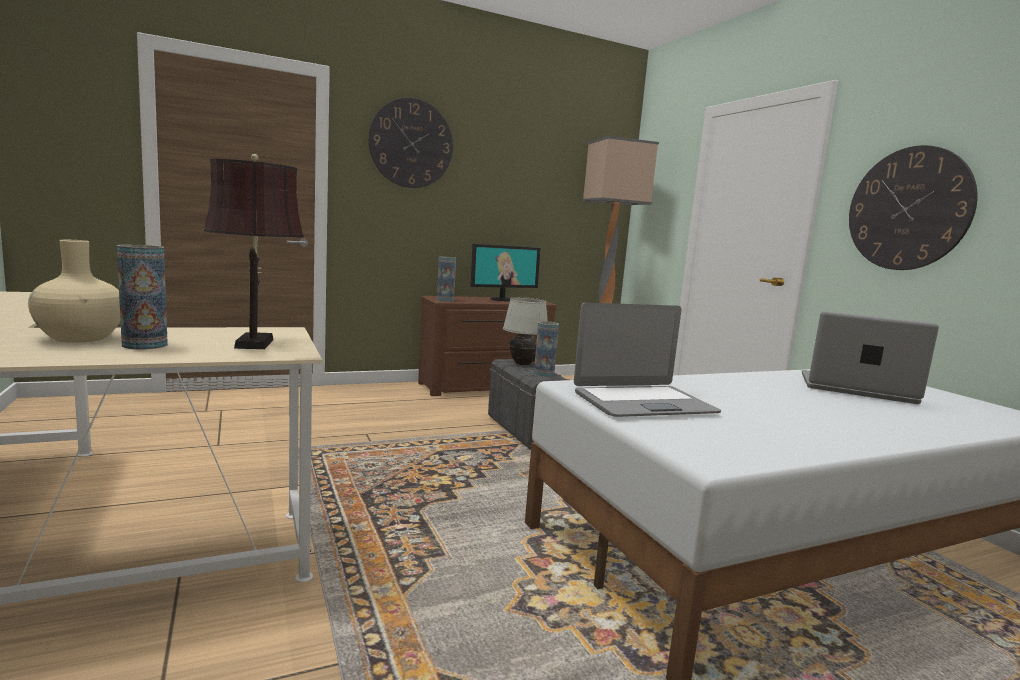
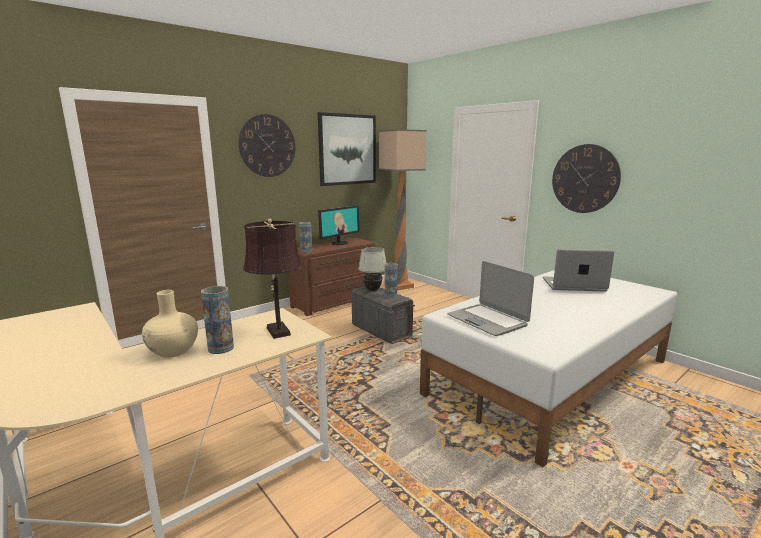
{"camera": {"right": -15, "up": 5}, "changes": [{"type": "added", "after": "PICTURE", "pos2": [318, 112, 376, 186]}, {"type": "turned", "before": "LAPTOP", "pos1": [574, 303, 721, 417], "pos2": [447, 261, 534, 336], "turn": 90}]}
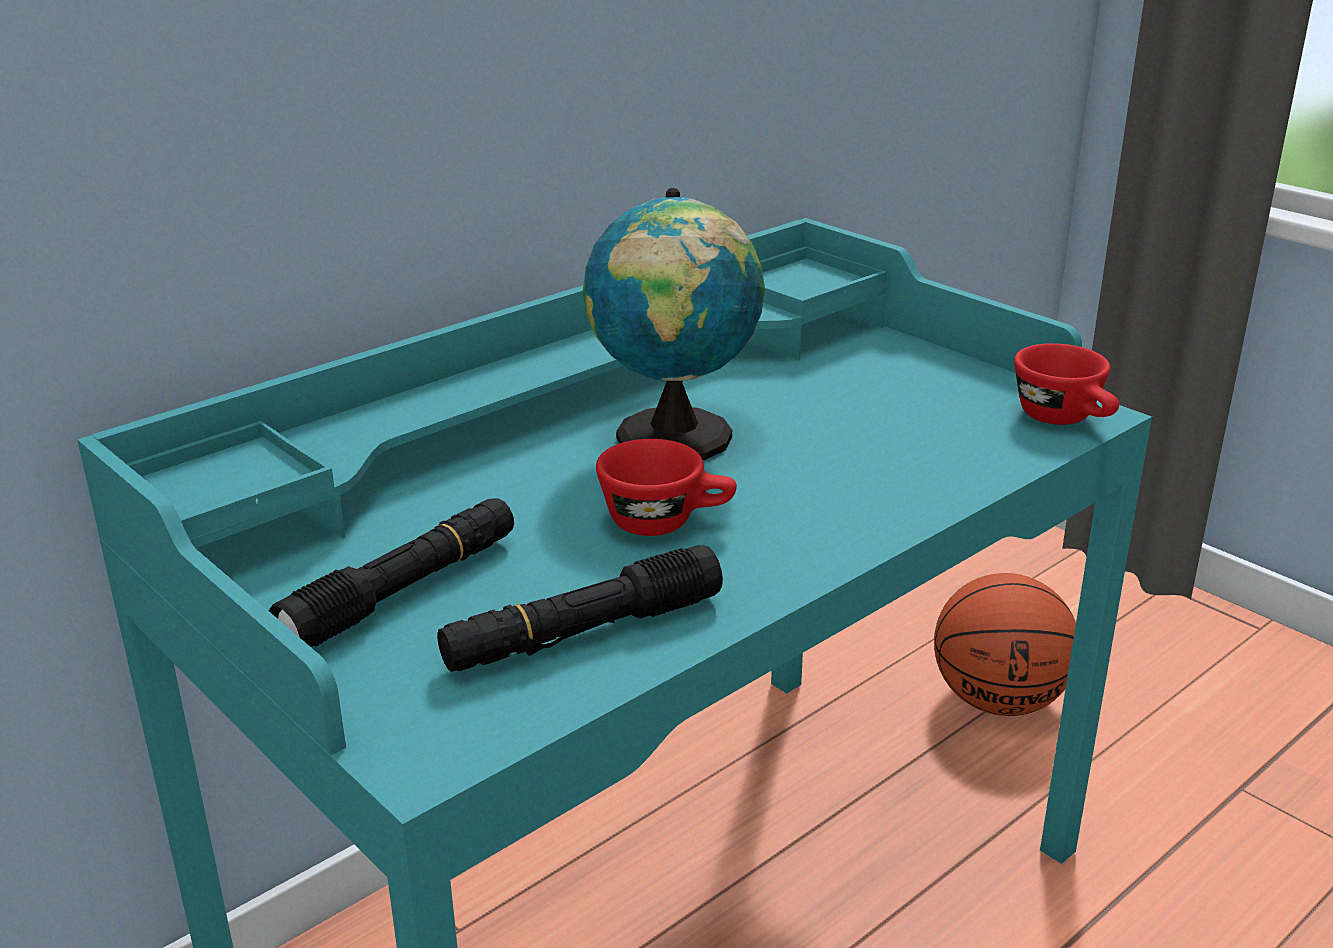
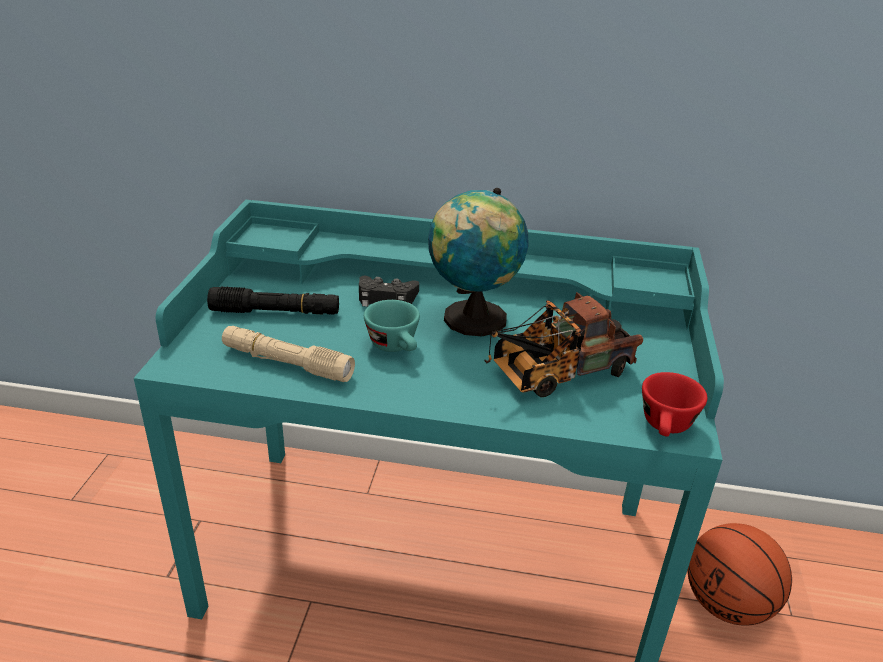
{"camera": {"right": 50, "up": 5}, "changes": [{"type": "recoloured", "before": "BLACK FLASHLIGHT", "after": "BEIGE FLASHLIGHT", "pos1": [437, 545, 723, 672], "pos2": [222, 326, 355, 382]}, {"type": "added", "after": "BLACK GAME CONTROLLER", "pos2": [359, 276, 419, 307]}, {"type": "recoloured", "before": "RED CUP", "after": "TURQUOISE CUP", "pos1": [596, 439, 737, 536], "pos2": [364, 300, 420, 352]}, {"type": "added", "after": "TOY TRUCK", "pos2": [485, 292, 643, 397]}]}
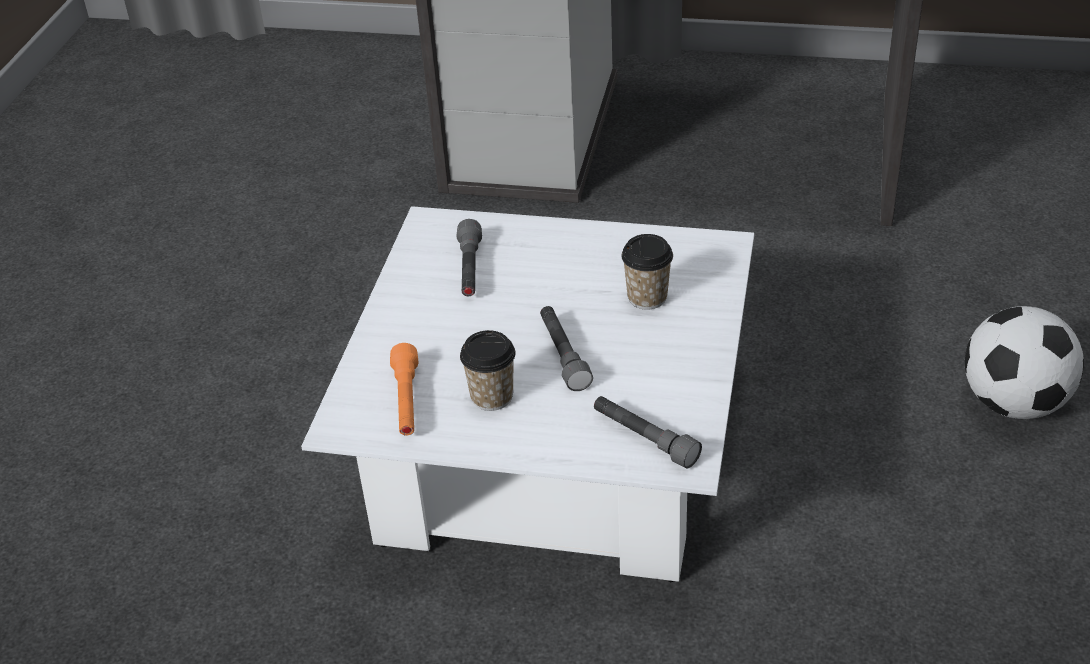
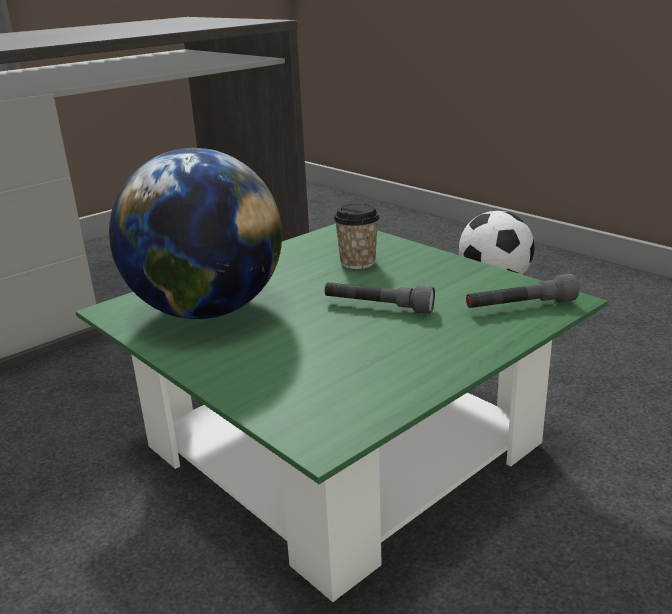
{"camera": {"right": -55, "up": -15}, "changes": [{"type": "recoloured", "before": "WHITE COFFEE TABLE", "after": "GREEN COFFEE TABLE", "pos1": [301, 206, 754, 582], "pos2": [75, 223, 608, 602]}, {"type": "replaced", "before": "GREY FLASHLIGHT", "after": "GLOBE", "pos1": [456, 219, 482, 296], "pos2": [109, 148, 282, 319]}, {"type": "removed", "before": "ORANGE FLASHLIGHT", "pos1": [390, 343, 418, 436]}, {"type": "removed", "before": "CUP", "pos1": [460, 330, 516, 411]}]}
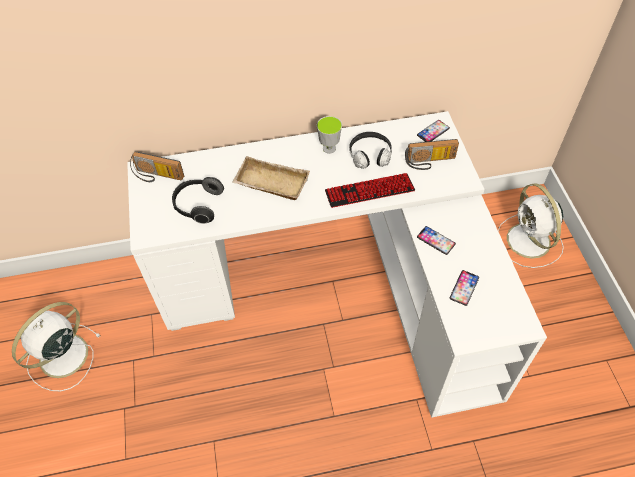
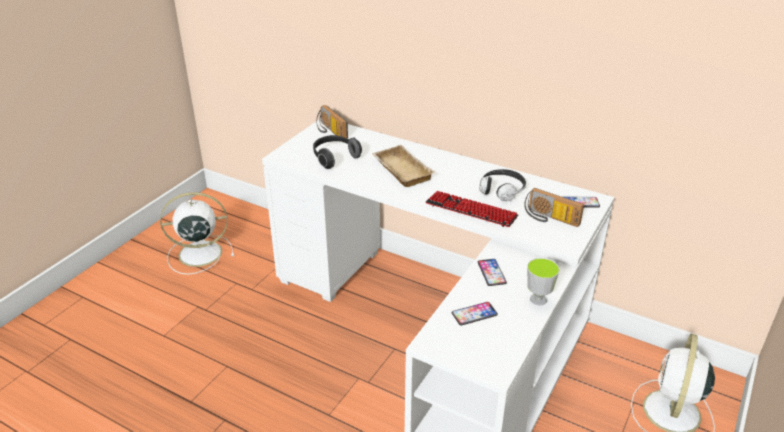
{"camera": {"right": 40, "up": -20}, "changes": [{"type": "moved", "before": "CUP", "pos1": [317, 116, 342, 154], "pos2": [527, 258, 560, 305]}]}
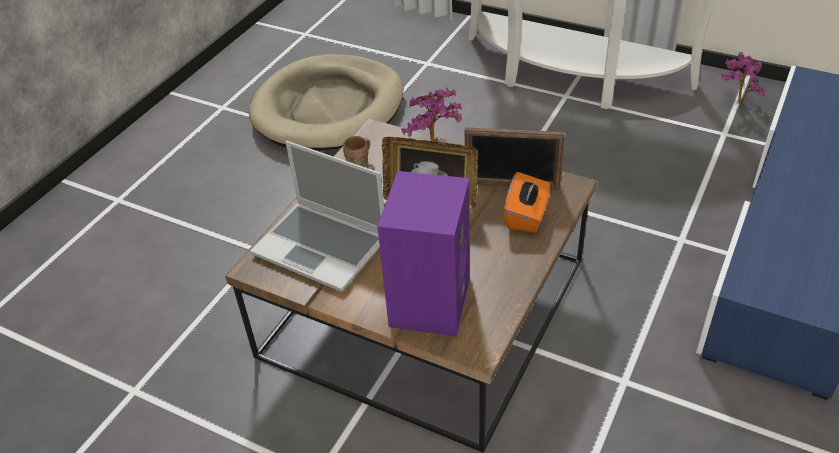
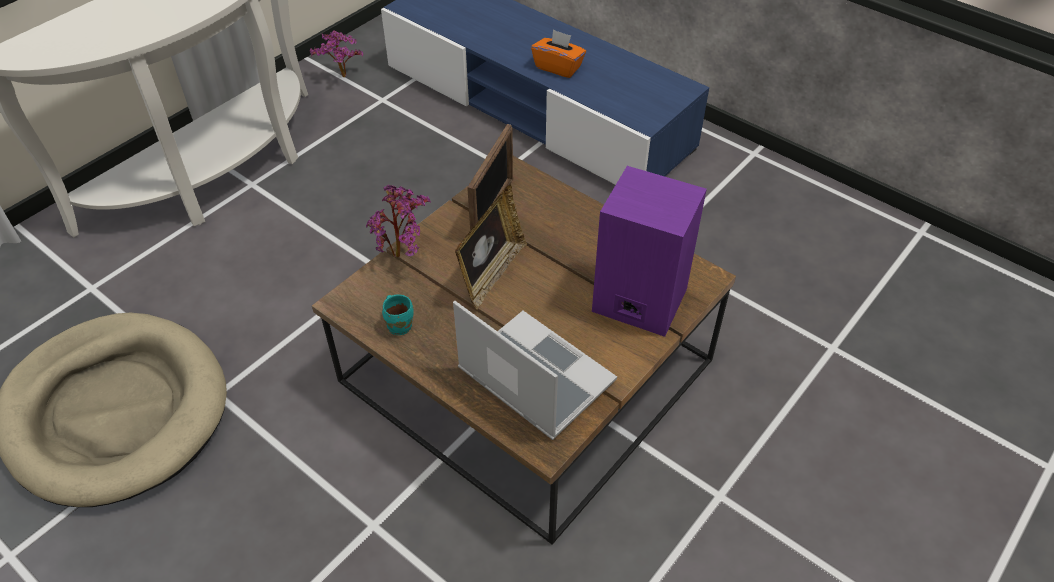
{"camera": {"right": -80, "up": 5}, "changes": [{"type": "recoloured", "before": "BROWN MUG", "after": "TURQUOISE MUG", "pos1": [343, 136, 370, 167], "pos2": [382, 294, 414, 335]}, {"type": "turned", "before": "LAPTOP", "pos1": [250, 141, 384, 292], "pos2": [453, 300, 617, 440], "turn": -90}, {"type": "moved", "before": "ORANGE TISSUE BOX", "pos1": [504, 172, 550, 233], "pos2": [531, 29, 586, 78]}]}
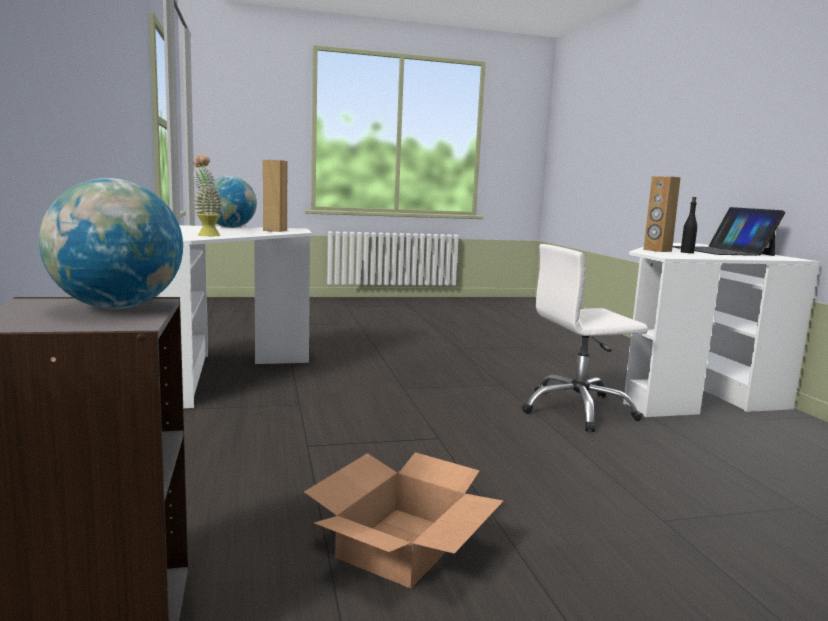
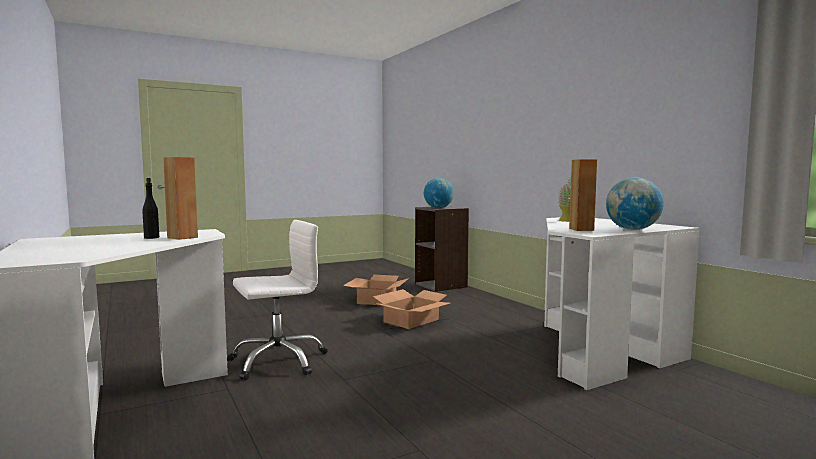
{"camera": {"right": 165, "up": -5}, "changes": [{"type": "added", "after": "CARDBOARD BOX", "pos2": [373, 289, 450, 329]}, {"type": "removed", "before": "LAPTOP", "pos1": [673, 207, 785, 256]}]}
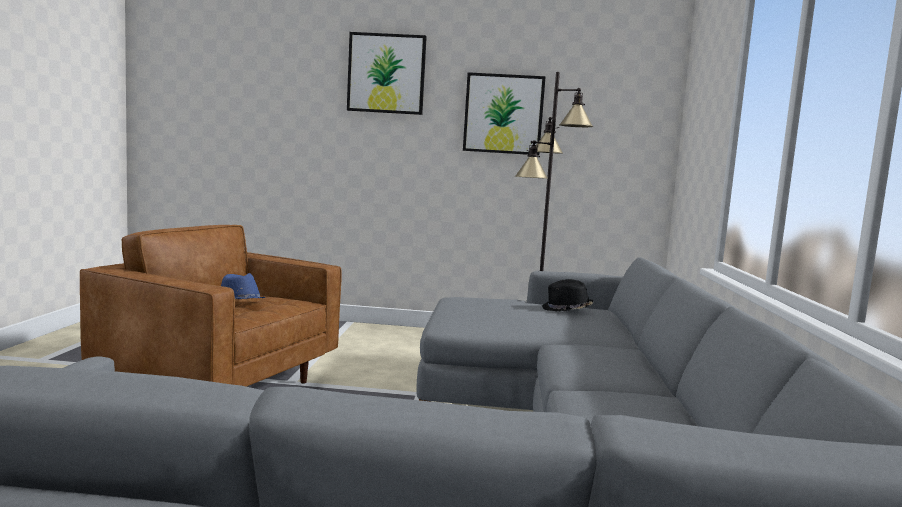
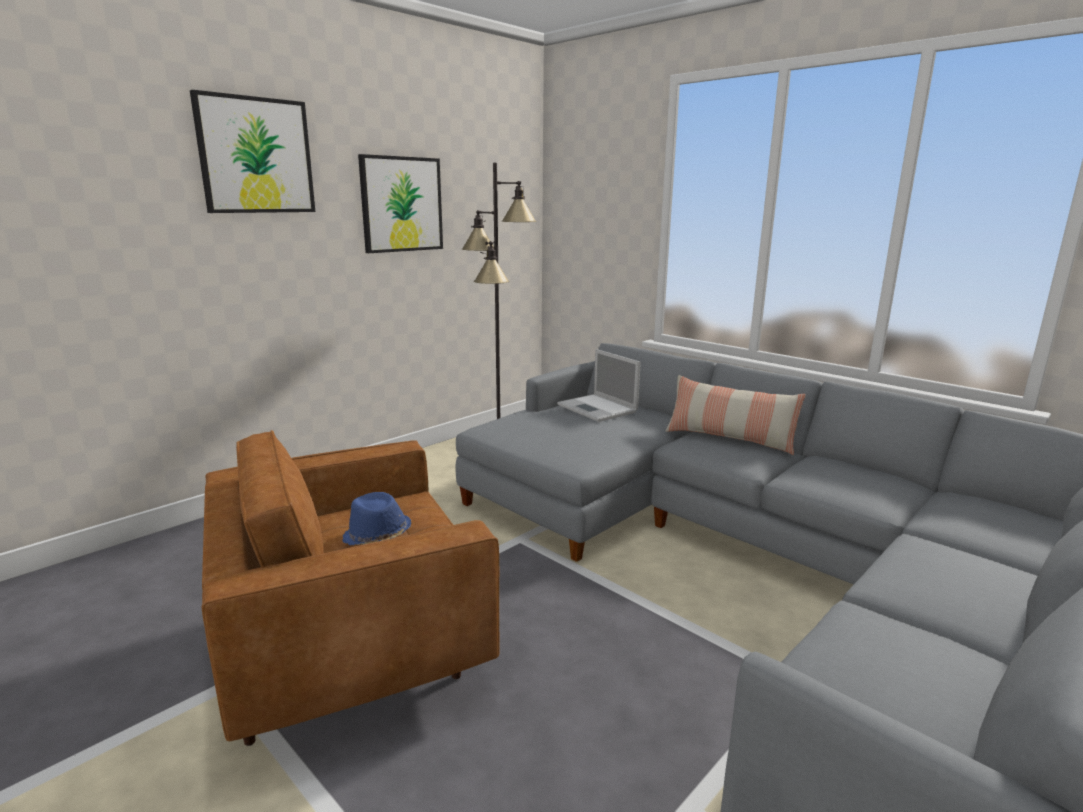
{"camera": {"right": -50, "up": 10}, "changes": [{"type": "replaced", "before": "BLACK HAT", "after": "LAPTOP", "pos1": [542, 279, 593, 312], "pos2": [557, 349, 641, 422]}, {"type": "added", "after": "PILLOW", "pos2": [665, 375, 806, 455]}]}
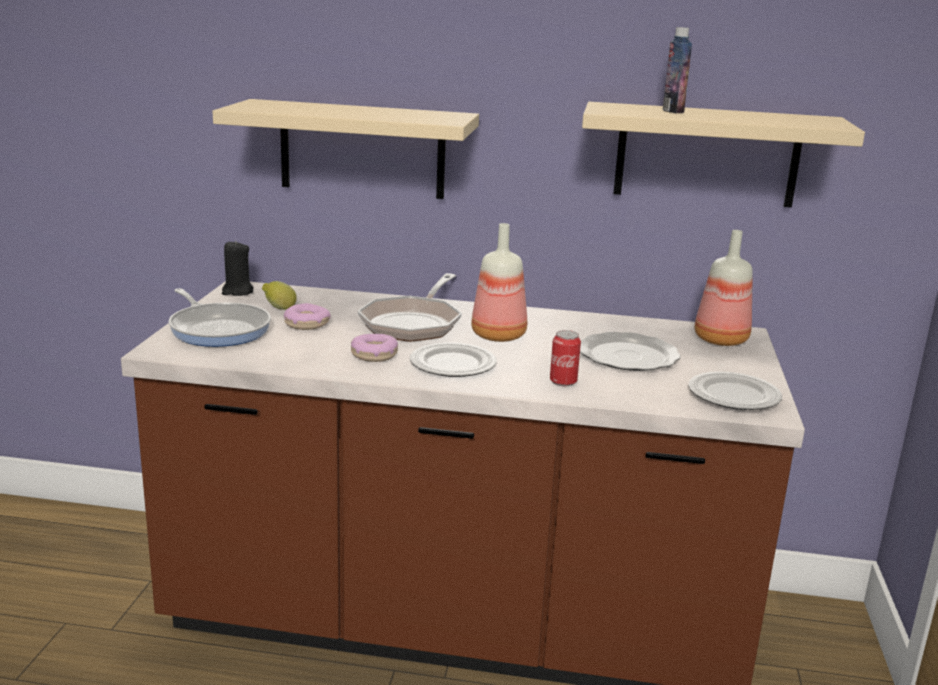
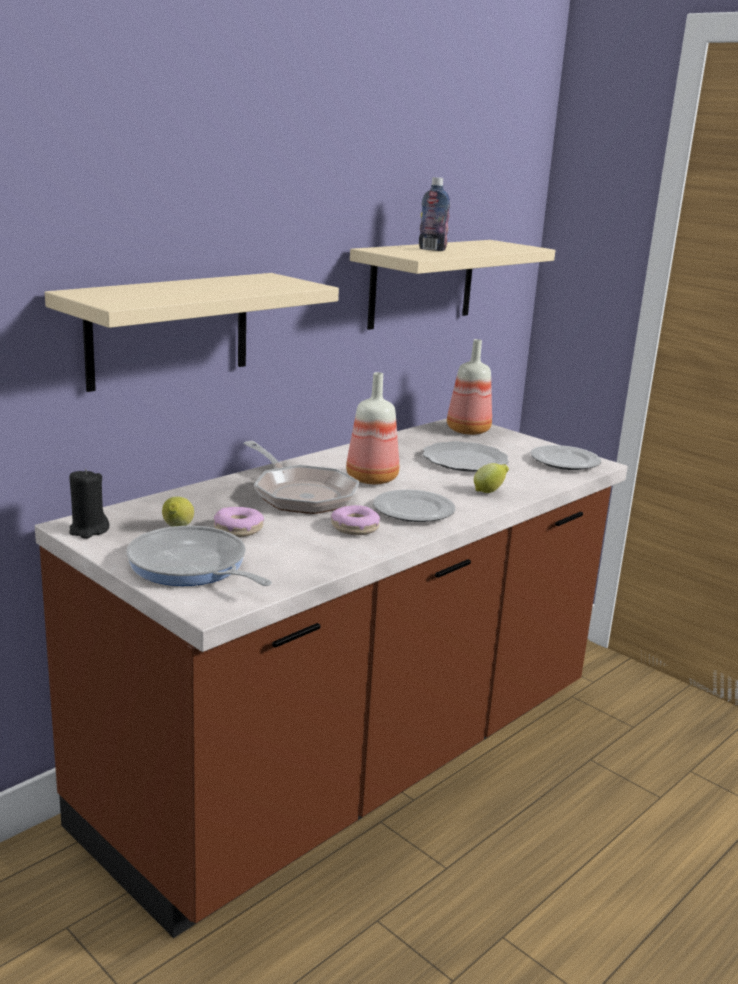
{"camera": {"right": -55, "up": 0}, "changes": [{"type": "turned", "before": "FRYING PAN", "pos1": [168, 288, 271, 347], "pos2": [126, 526, 272, 586], "turn": -135}, {"type": "replaced", "before": "CAN", "after": "LEMON", "pos1": [550, 330, 581, 386], "pos2": [474, 463, 509, 493]}]}
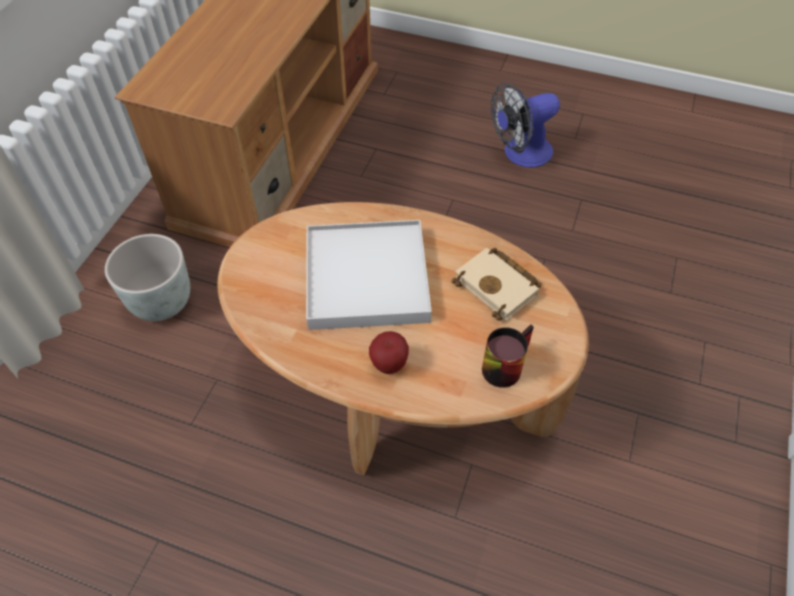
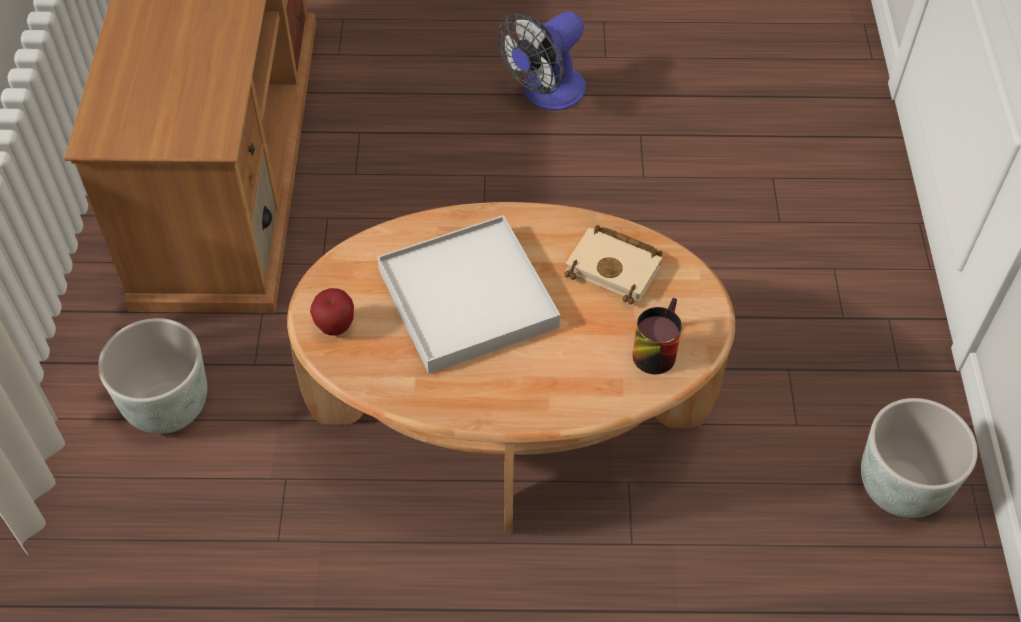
{"camera": {"right": -20, "up": 0}, "changes": [{"type": "moved", "before": "APPLE", "pos1": [369, 331, 409, 374], "pos2": [310, 288, 354, 336]}, {"type": "added", "after": "GREY PLANTER", "pos2": [861, 398, 978, 518]}]}
